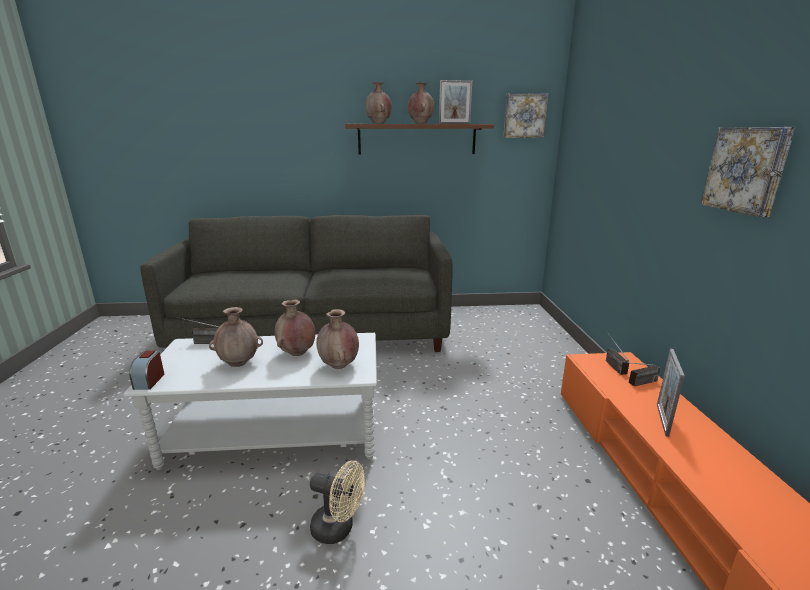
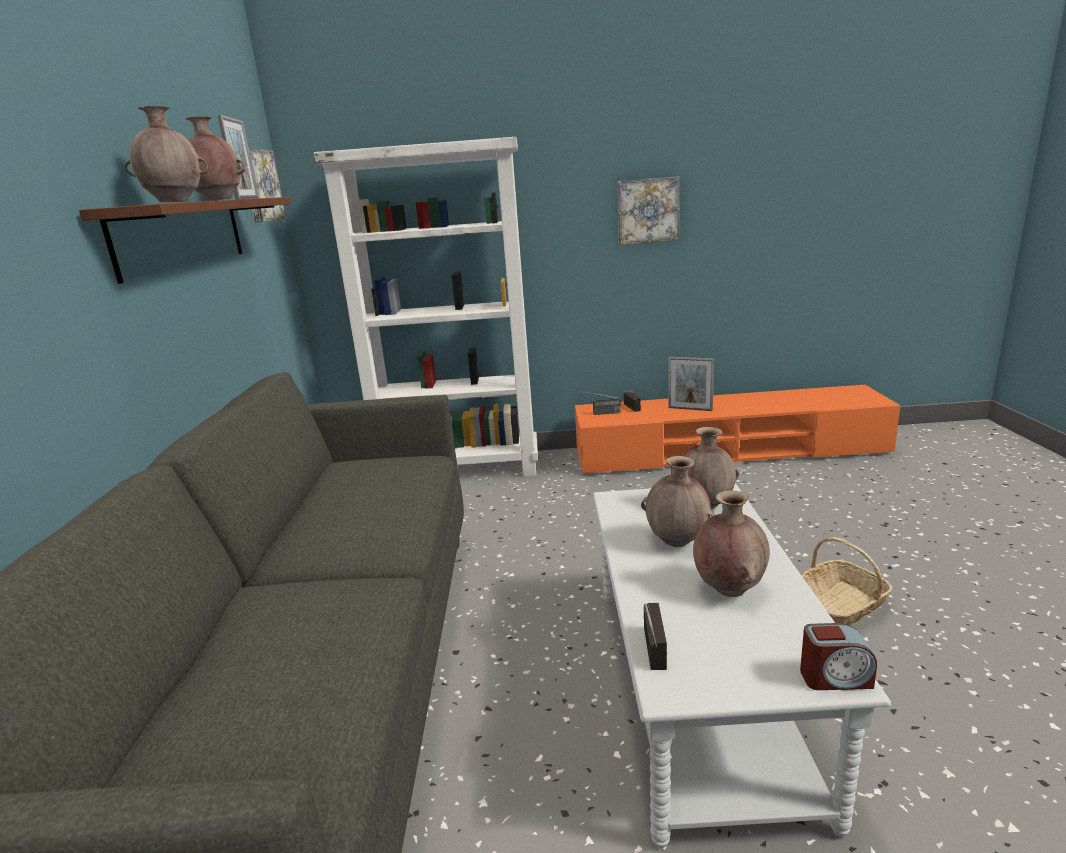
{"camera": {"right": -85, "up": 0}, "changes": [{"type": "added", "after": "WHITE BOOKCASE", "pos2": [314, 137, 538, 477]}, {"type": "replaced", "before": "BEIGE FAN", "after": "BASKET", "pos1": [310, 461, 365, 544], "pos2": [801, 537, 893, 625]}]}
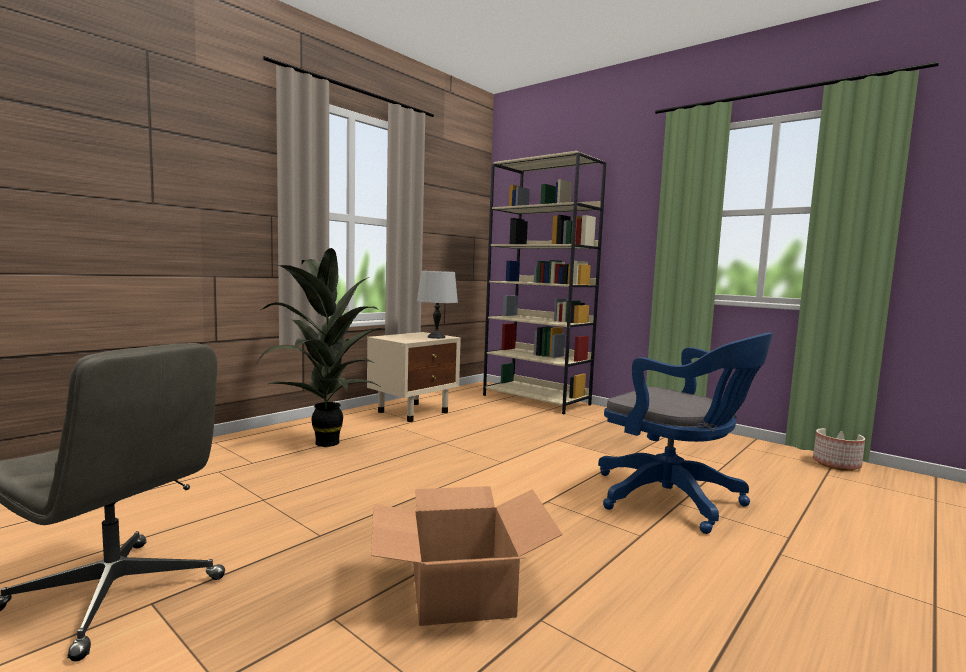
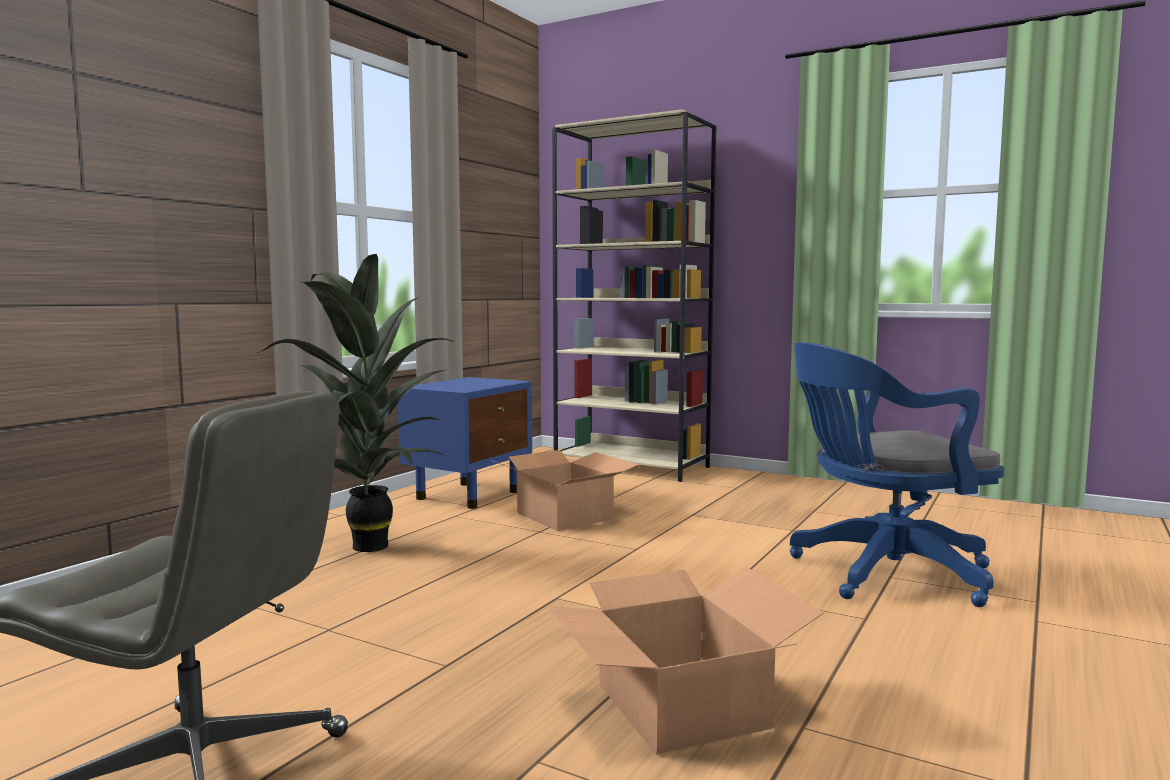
{"camera": {"right": -10, "up": 0}, "changes": [{"type": "recoloured", "before": "BEIGE NIGHTSTAND", "after": "BLUE NIGHTSTAND", "pos1": [367, 332, 461, 422], "pos2": [398, 377, 532, 509]}, {"type": "added", "after": "CARDBOARD BOX", "pos2": [491, 450, 639, 531]}, {"type": "turned", "before": "BLUE OFFICE CHAIR", "pos1": [598, 333, 773, 534], "pos2": [790, 342, 1004, 607], "turn": 135}, {"type": "removed", "before": "GREY TABLE LAMP", "pos1": [417, 271, 458, 339]}, {"type": "removed", "before": "PLANTER", "pos1": [813, 428, 865, 471]}]}
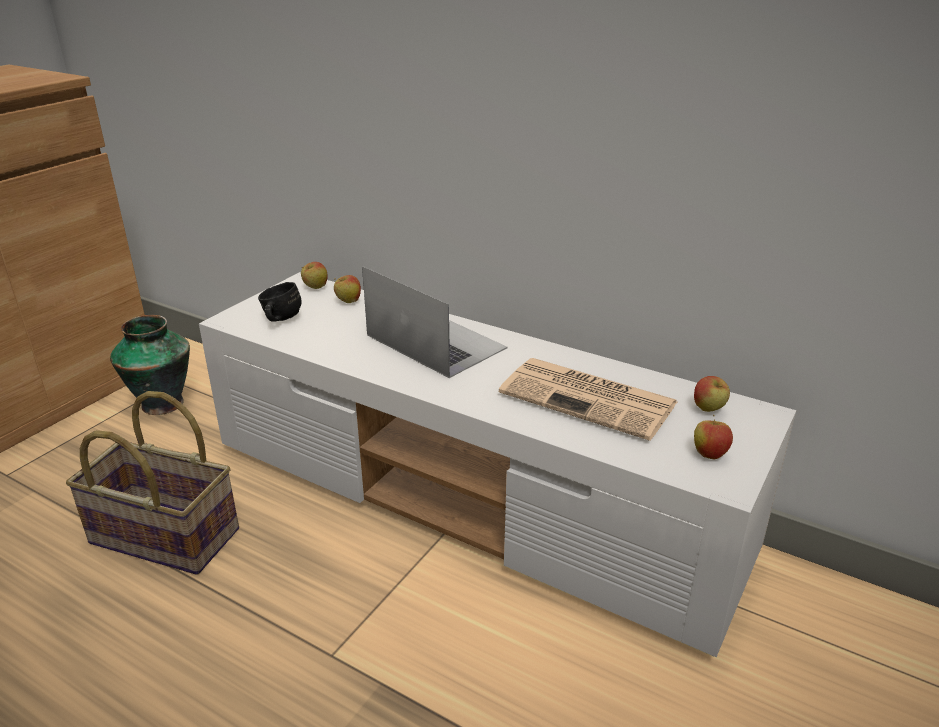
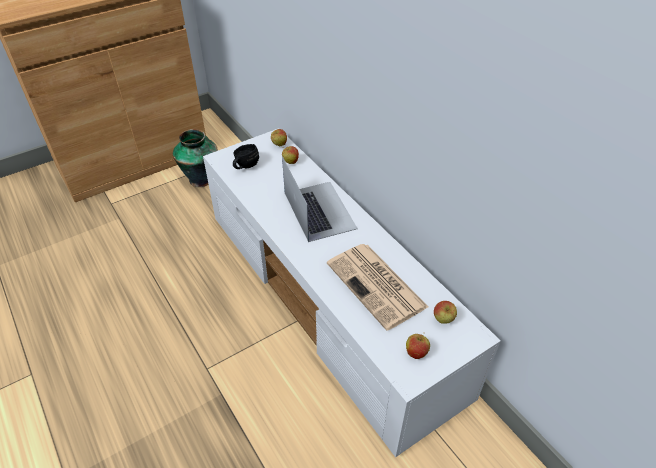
{"camera": {"right": 25, "up": 15}, "changes": [{"type": "removed", "before": "BASKET", "pos1": [66, 391, 239, 575]}]}
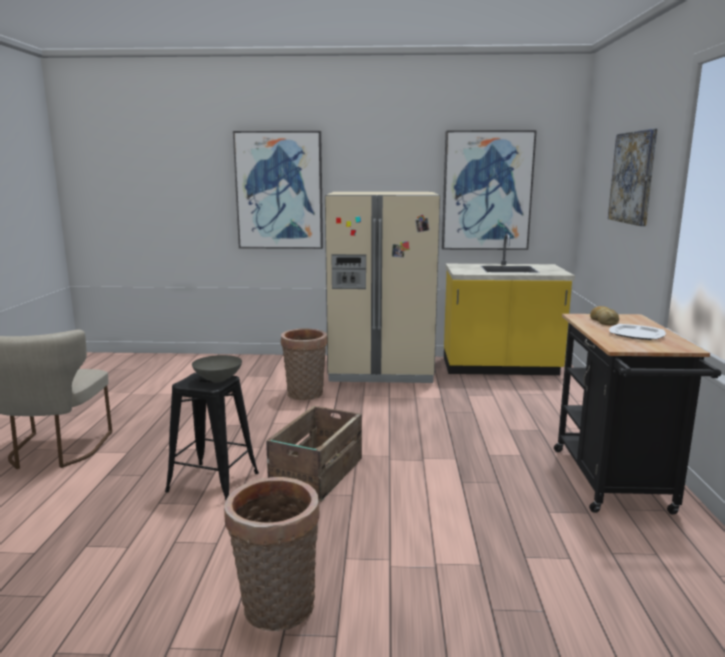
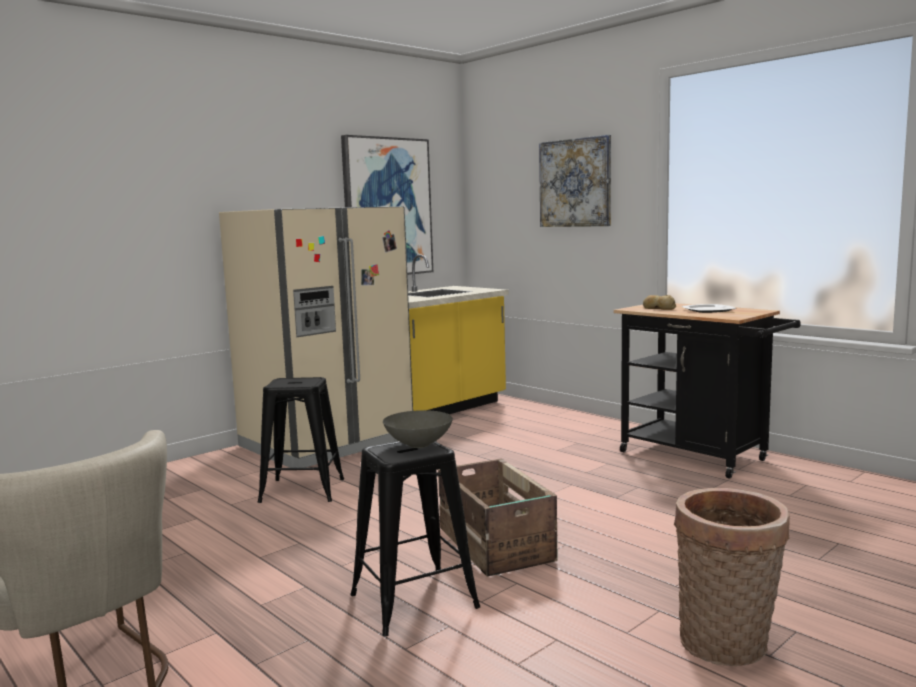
{"camera": {"right": -45, "up": -5}, "changes": [{"type": "replaced", "before": "BASKET", "after": "BLACK STOOL", "pos1": [281, 328, 327, 400], "pos2": [258, 377, 344, 503]}, {"type": "removed", "before": "PICTURE", "pos1": [233, 131, 323, 249]}]}
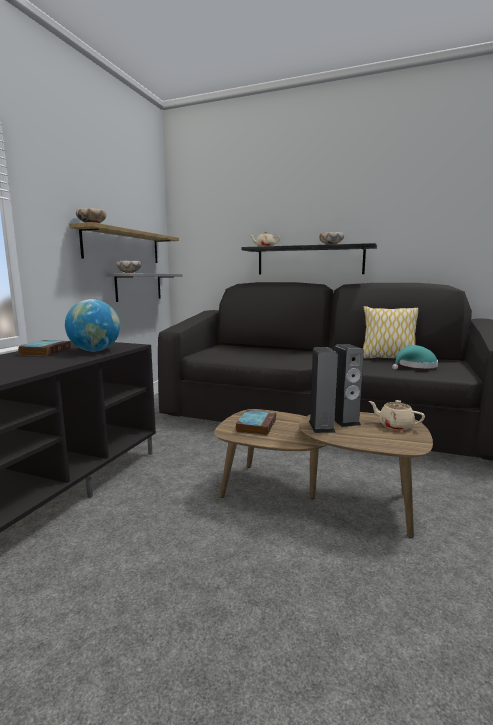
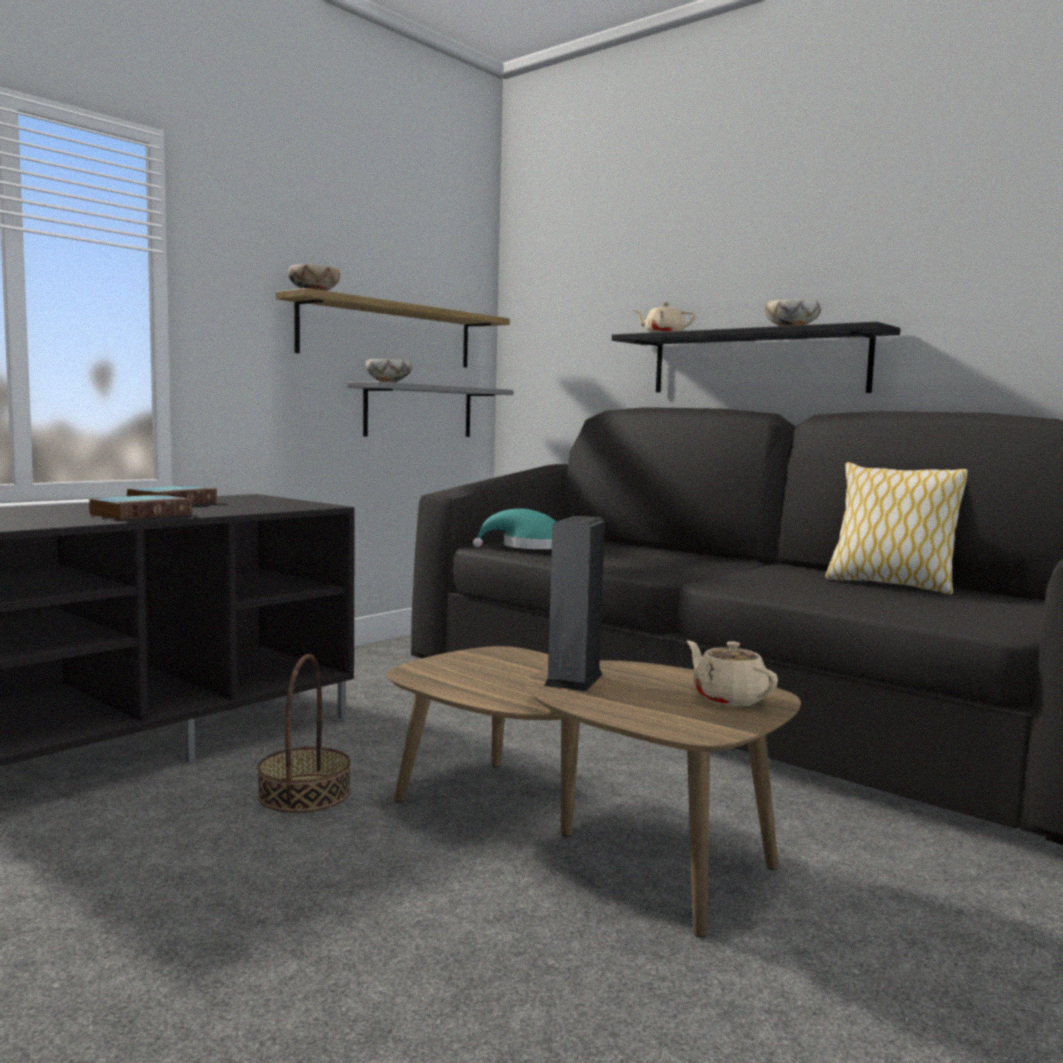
{"camera": {"right": 20, "up": -5}, "changes": [{"type": "moved", "before": "BOOK", "pos1": [236, 410, 276, 435], "pos2": [88, 495, 192, 520]}, {"type": "added", "after": "BASKET", "pos2": [257, 654, 351, 813]}, {"type": "moved", "before": "TURQUOISE HAT", "pos1": [392, 345, 438, 370], "pos2": [473, 508, 556, 549]}, {"type": "removed", "before": "GLOBE", "pos1": [65, 299, 120, 352]}, {"type": "removed", "before": "SPEAKER", "pos1": [334, 344, 364, 427]}]}
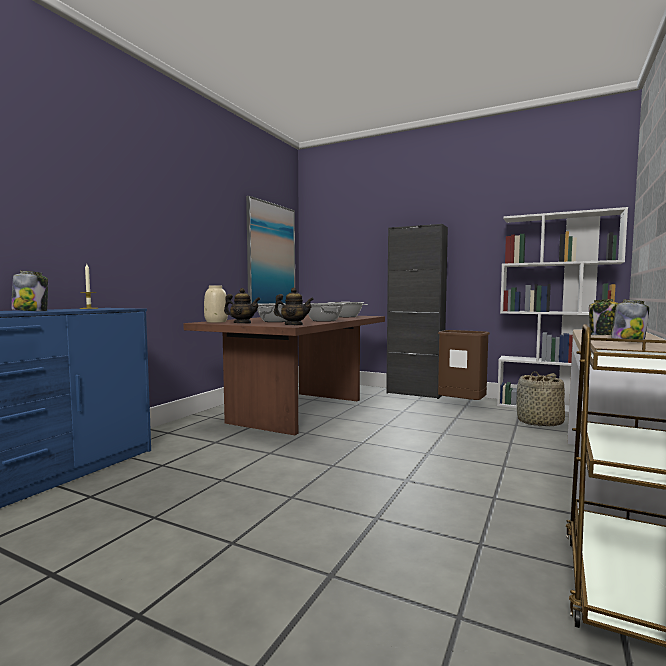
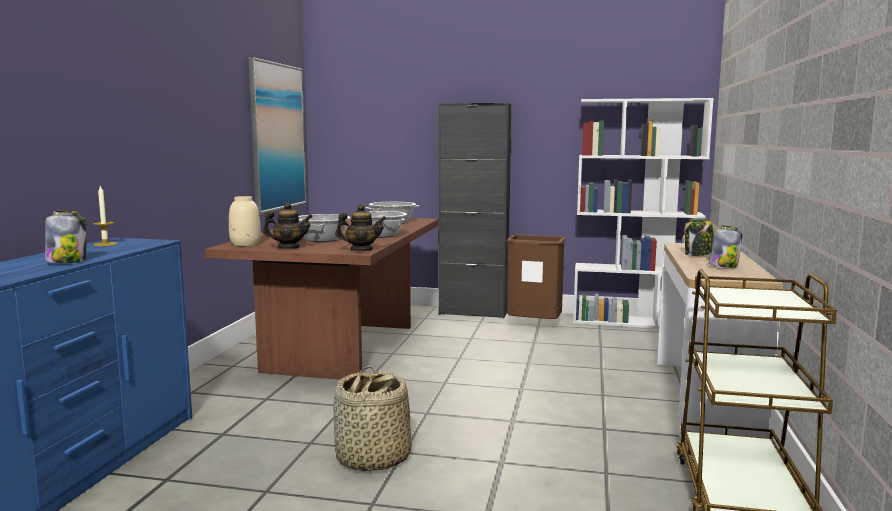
{"camera": {"right": -15, "up": 5}, "changes": [{"type": "moved", "before": "BASKET", "pos1": [517, 371, 565, 426], "pos2": [333, 366, 412, 471]}]}
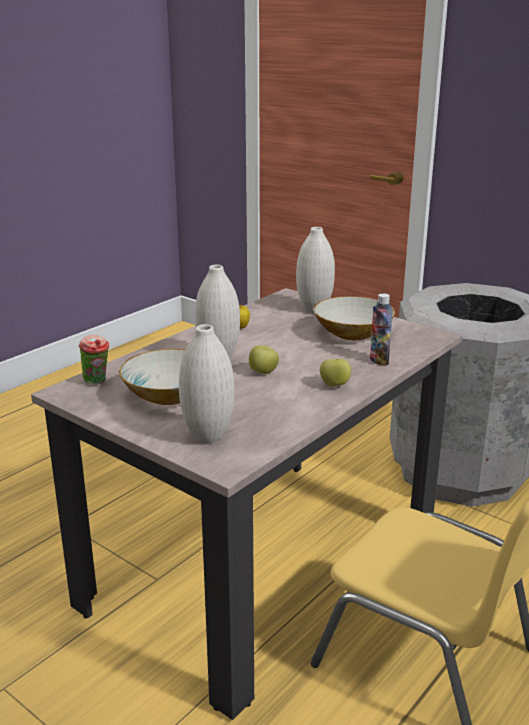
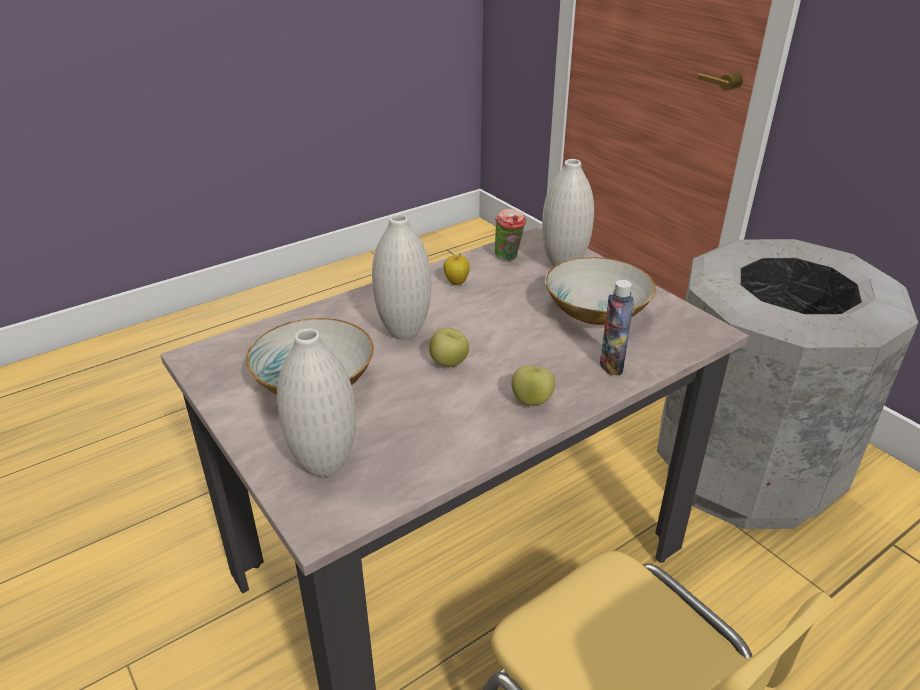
{"camera": {"right": 15, "up": 10}, "changes": [{"type": "moved", "before": "CUP", "pos1": [79, 335, 109, 384], "pos2": [495, 209, 526, 261]}]}
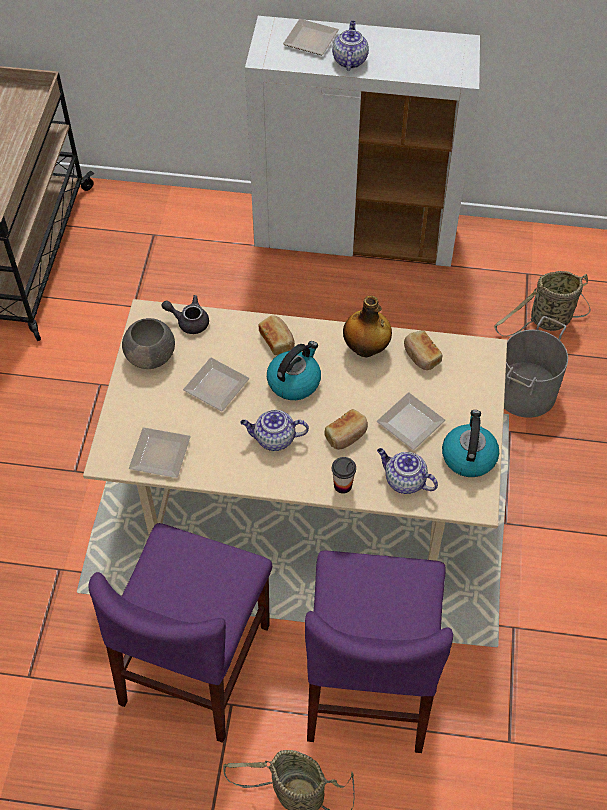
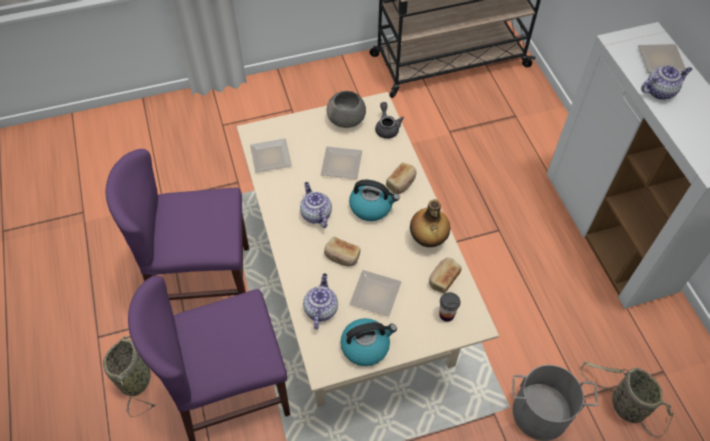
{"camera": {"right": 65, "up": 0}, "changes": [{"type": "moved", "before": "CUP", "pos1": [332, 457, 356, 494], "pos2": [439, 292, 460, 322]}]}
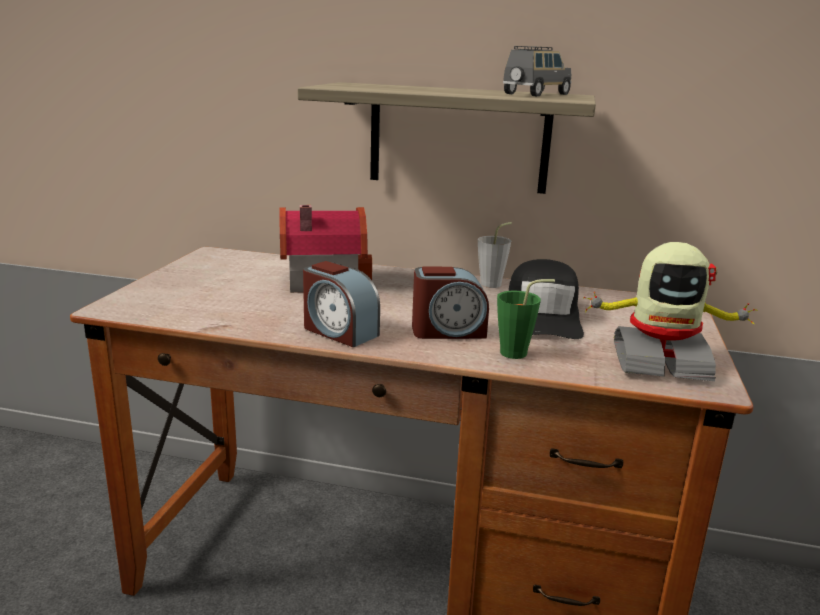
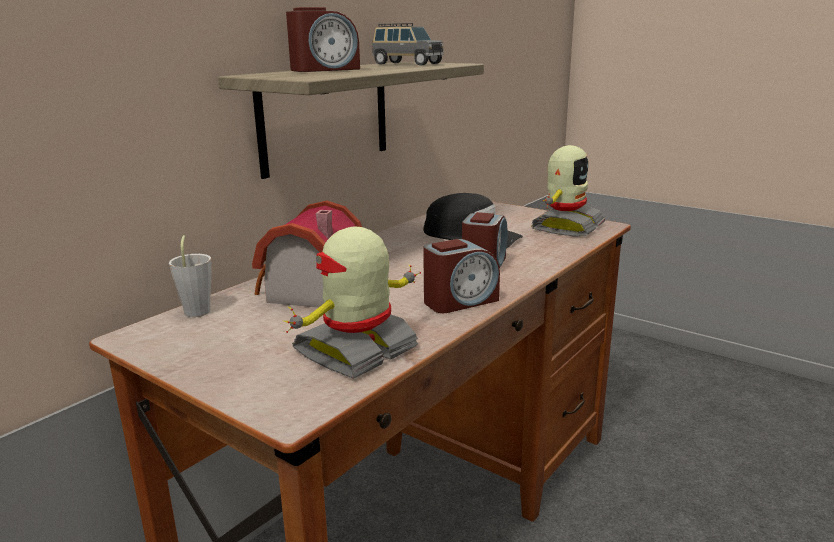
{"camera": {"right": -65, "up": 0}, "changes": [{"type": "moved", "before": "GREY CUP", "pos1": [478, 222, 512, 288], "pos2": [169, 235, 211, 317]}, {"type": "added", "after": "TOY ROBOT", "pos2": [284, 227, 421, 379]}, {"type": "added", "after": "ALARM CLOCK", "pos2": [286, 7, 360, 72]}, {"type": "turned", "before": "GREY TOY CAR", "pos1": [503, 46, 572, 97], "pos2": [372, 23, 444, 66], "turn": 150}, {"type": "removed", "before": "GREEN CUP", "pos1": [497, 279, 555, 359]}]}
